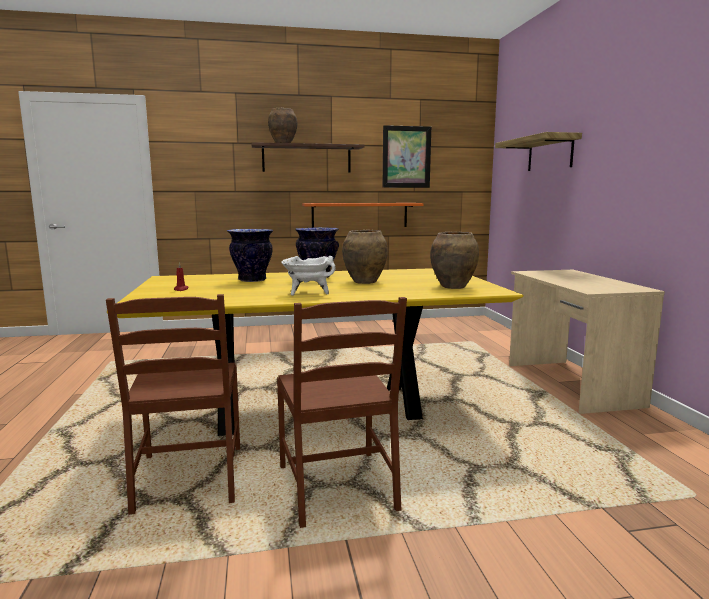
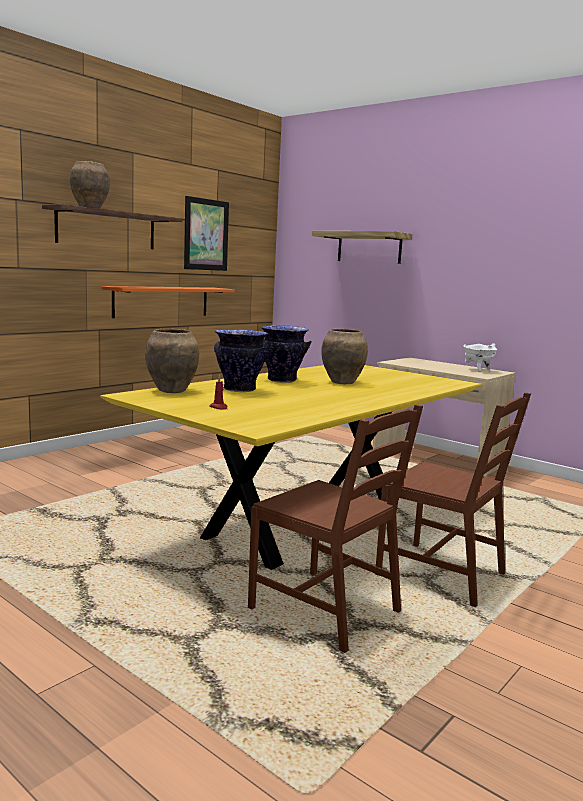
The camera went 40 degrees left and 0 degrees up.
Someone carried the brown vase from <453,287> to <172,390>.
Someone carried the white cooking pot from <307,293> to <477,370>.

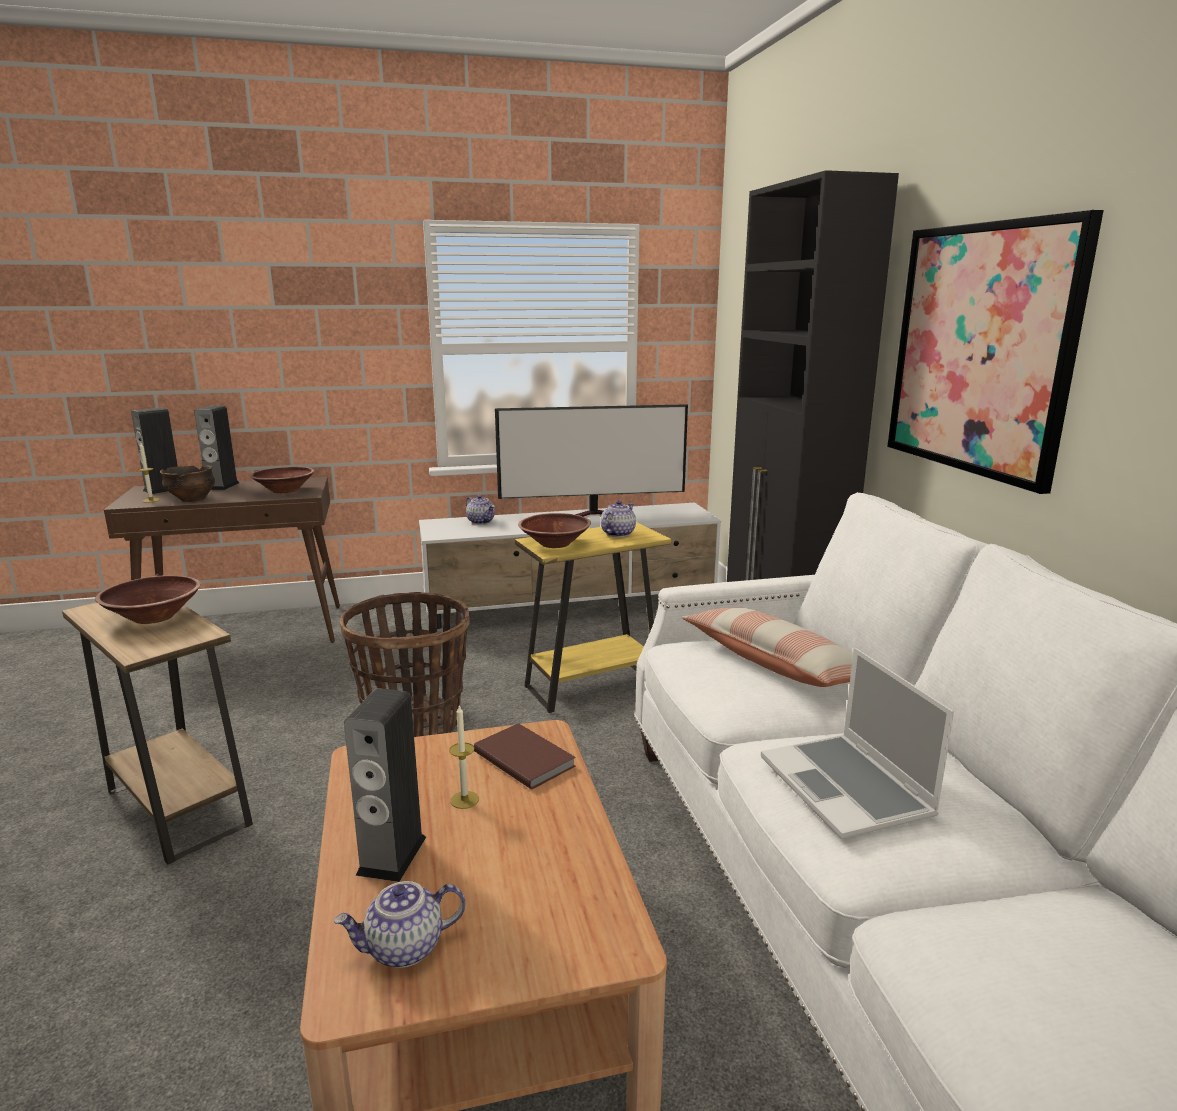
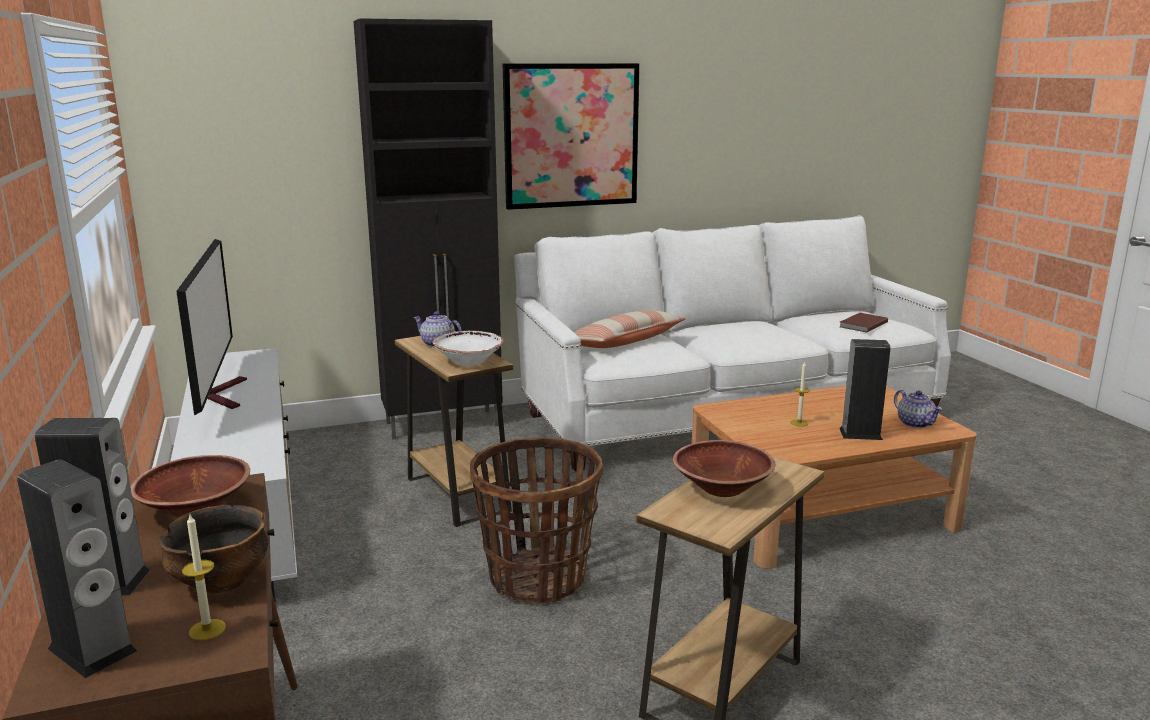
The camera went 95 degrees left and 0 degrees up.
Someone repainted the yellow side table at <592,686>, which became the brown side table at <457,494>.
Someone repainted the brown bowl at <555,544>, which became the white bowl at <468,361>.
Someone carried the brown book from <525,757> to <862,324>.
Someone took away the teapot at <481,521>.
Someone took away the laptop at <847,788>.

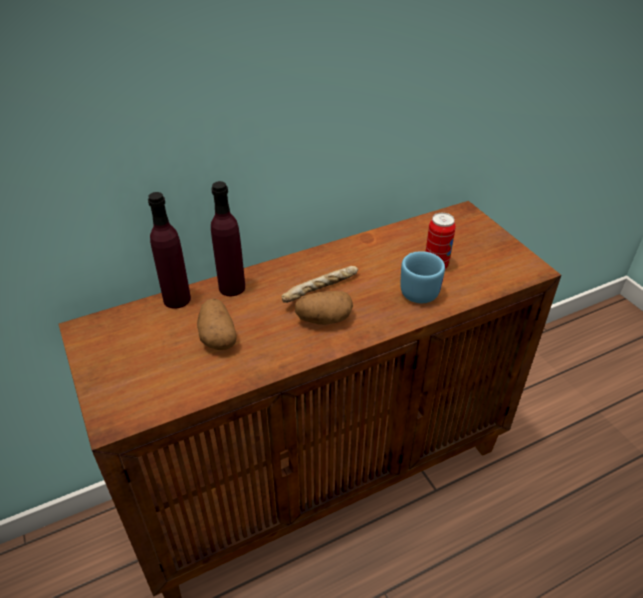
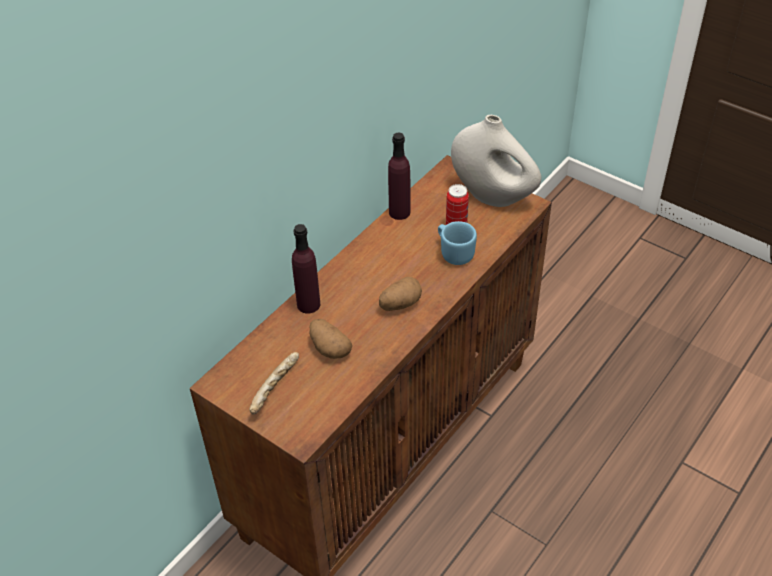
The camera went 25 degrees left and 5 degrees up.
Someone carried the bread from <321,291> to <276,388>.
Someone carried the purple bottle from <177,299> to <399,212>.
Someone put down the white vase at <493,196>.

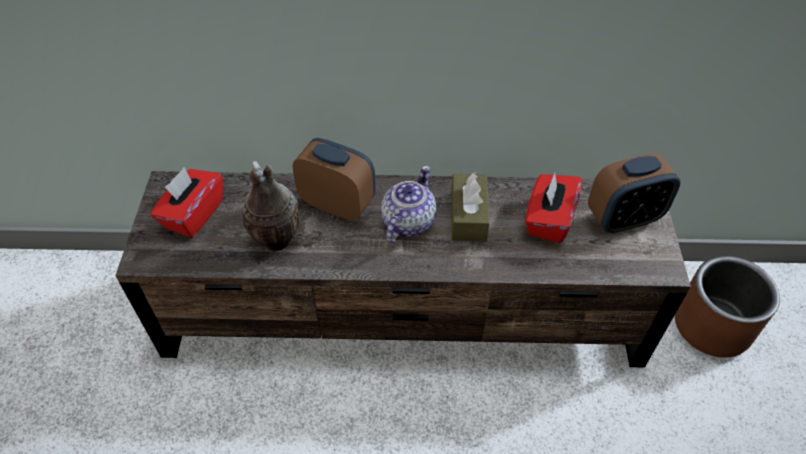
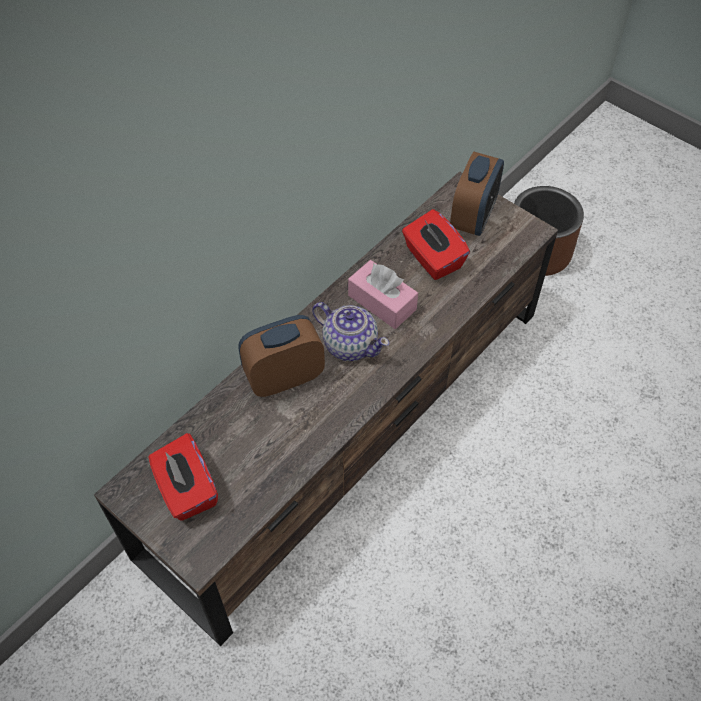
The camera went 50 degrees left and 5 degrees up.
Someone rotated the teapot at <407,222> by 150 degrees clockwise.
Someone repainted the brown tissue box at <468,216>, which became the pink tissue box at <382,302>.
Someone took away the vase at <275,242>.

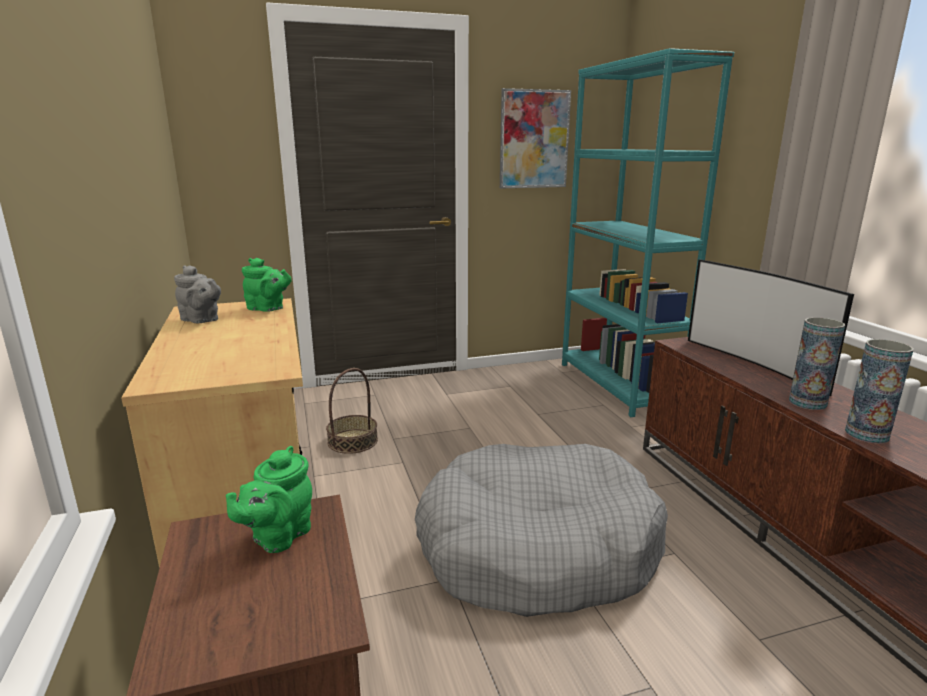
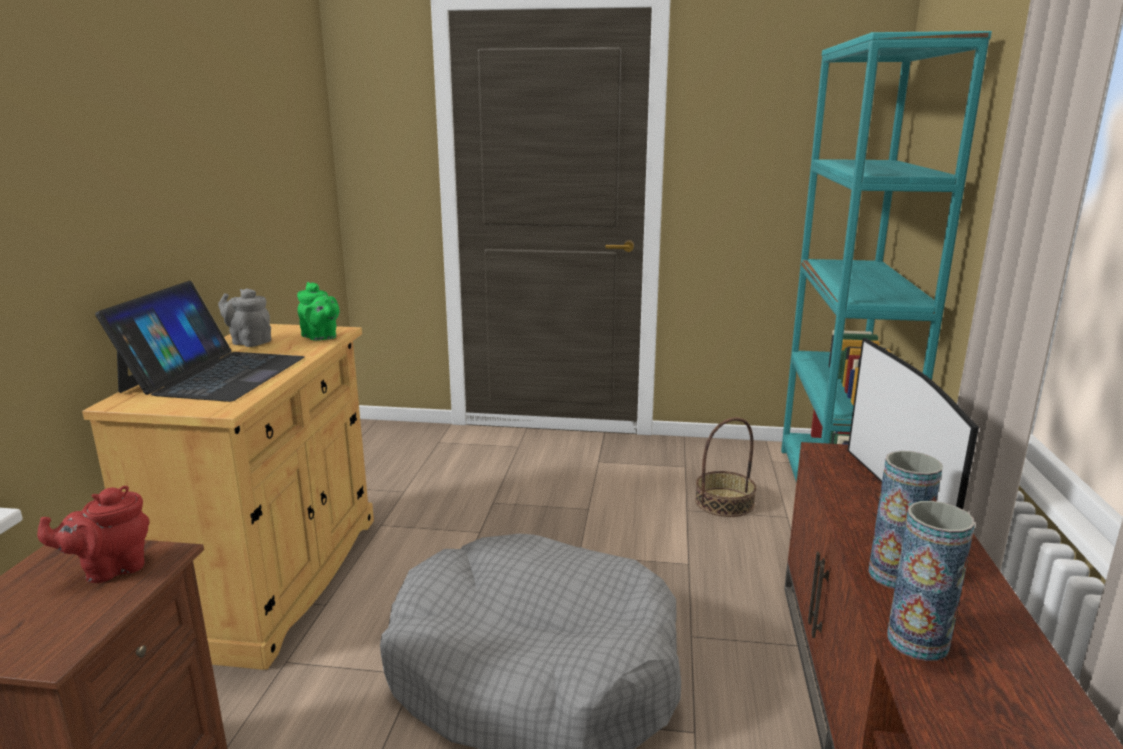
The camera went 25 degrees right and 0 degrees up.
Someone repainted the green teapot at <278,537>, which became the red teapot at <110,569>.
Someone put down the laptop at <214,374>.
Someone rotated the grey teapot at <202,320> by 150 degrees clockwise.
Someone carried the basket from <352,441> to <724,502>.
Someone took away the picture at <534,139>.

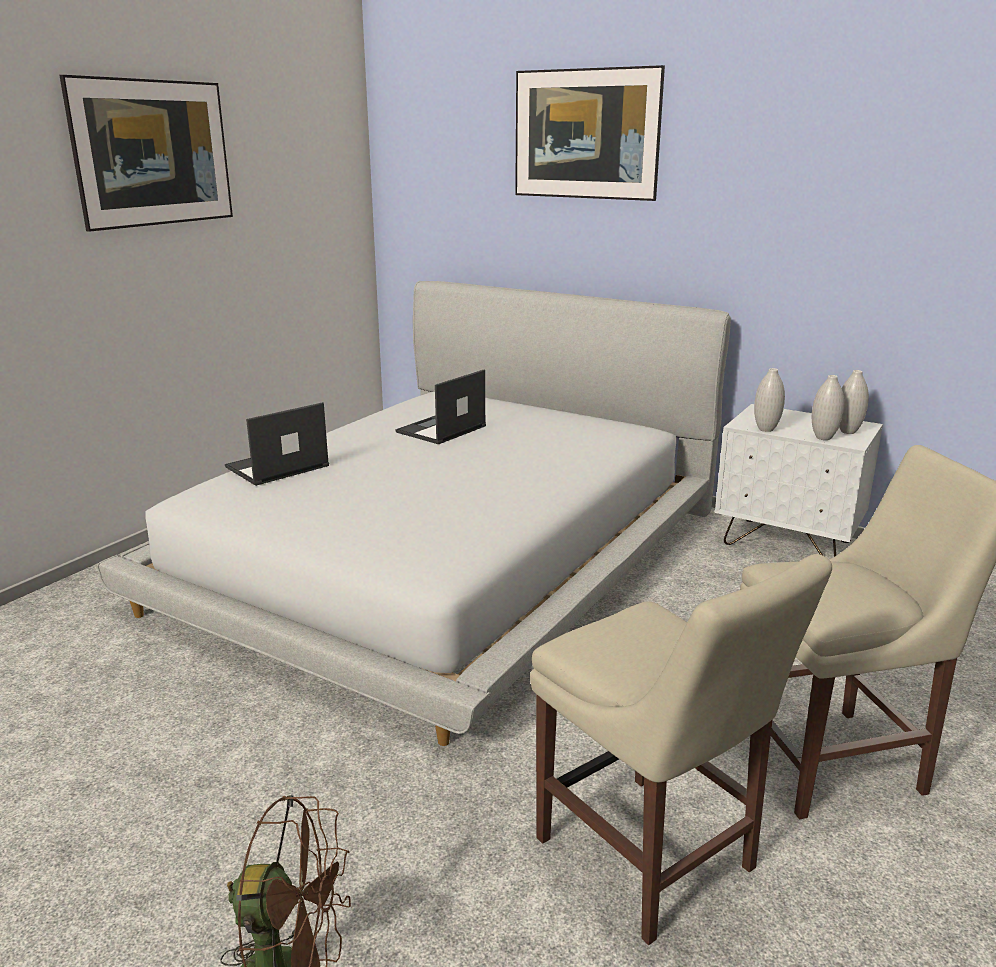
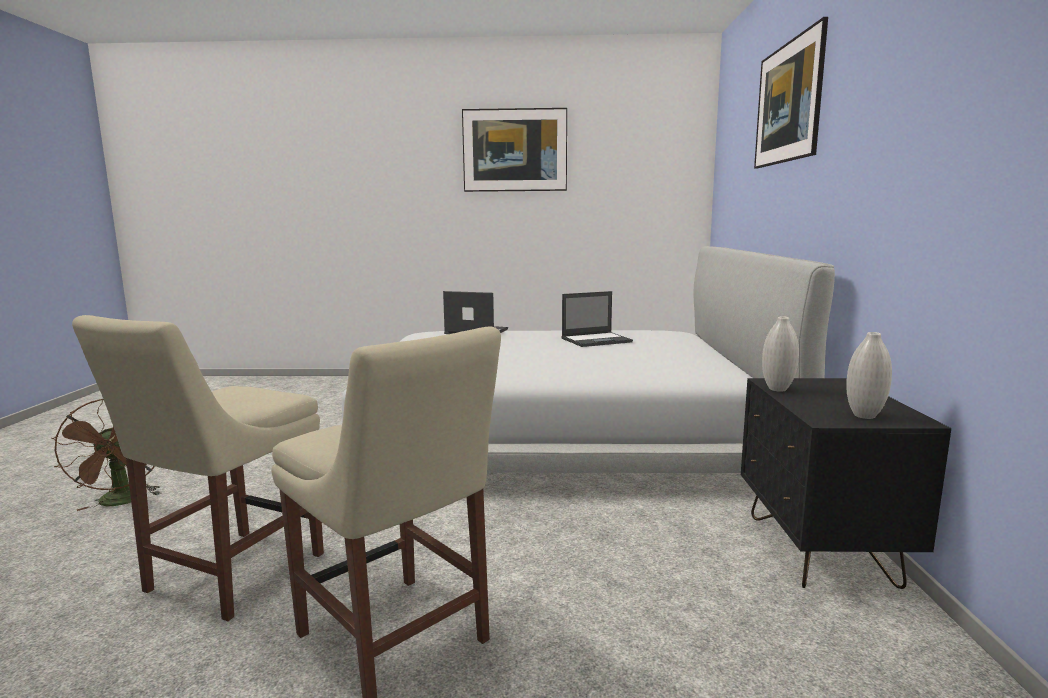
The camera went 60 degrees right and 10 degrees down.
Someone rotated the laptop at <441,429> by 150 degrees clockwise.
Someone repainted the white nightstand at <788,543>, which became the black nightstand at <820,550>.
Someone took away the white vase at <823,438>.

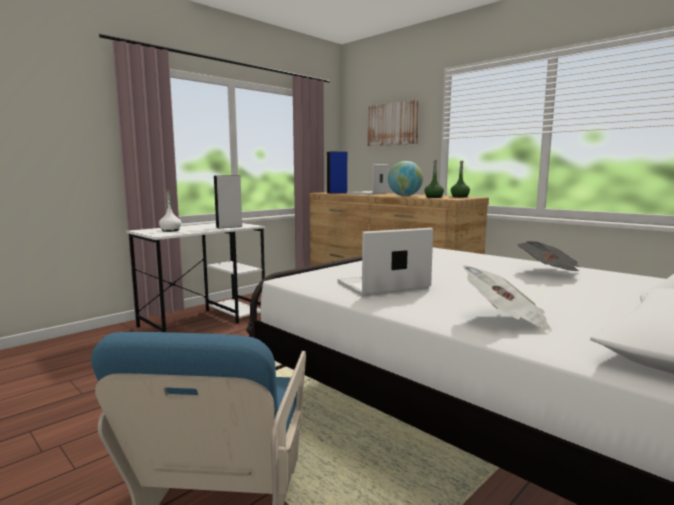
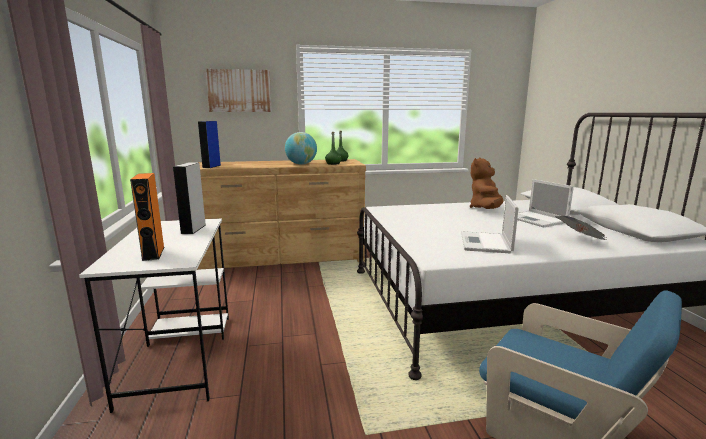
The camera went 55 degrees left and 5 degrees up.
Someone swapped the white bottle at <170,230> for the orange speaker at <153,253>.
Someone swapped the newspaper at <549,273> for the brown plush toy at <486,209>.
Someone carried the laptop from <367,193> to <537,219>.

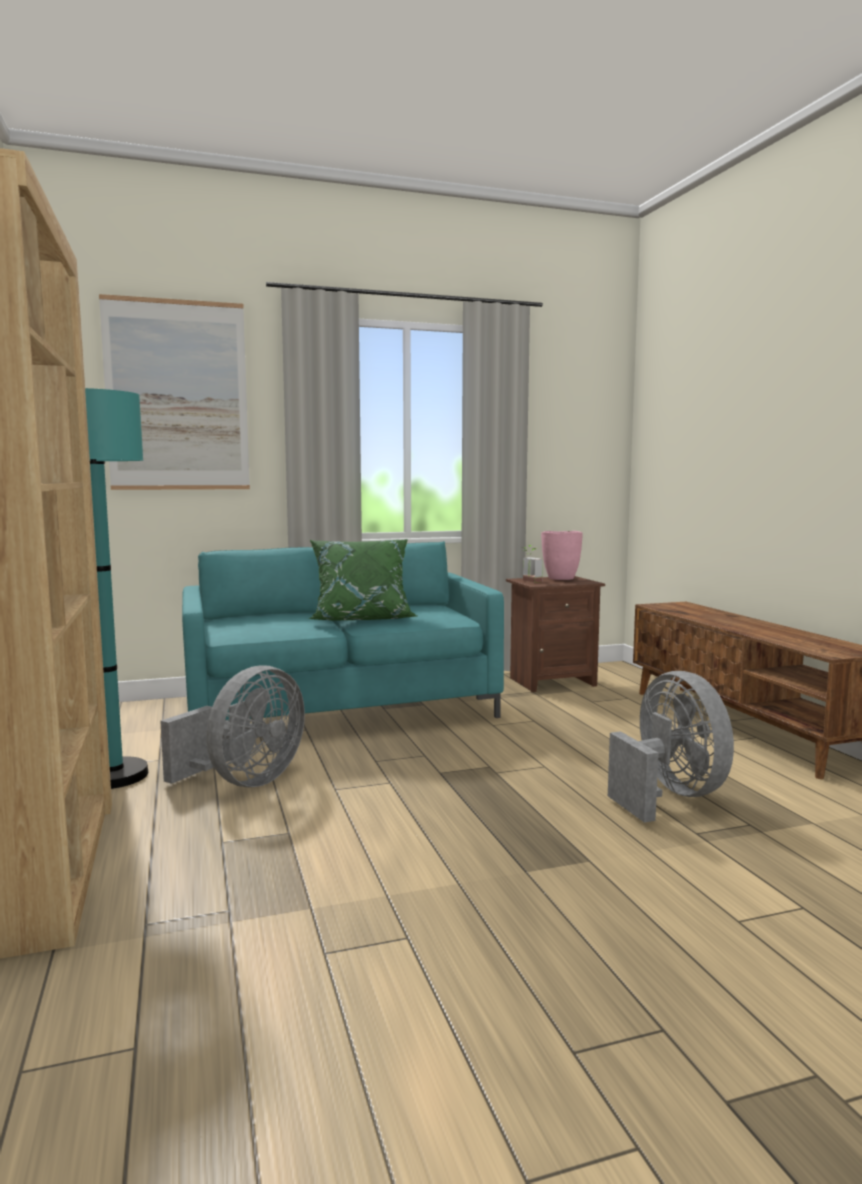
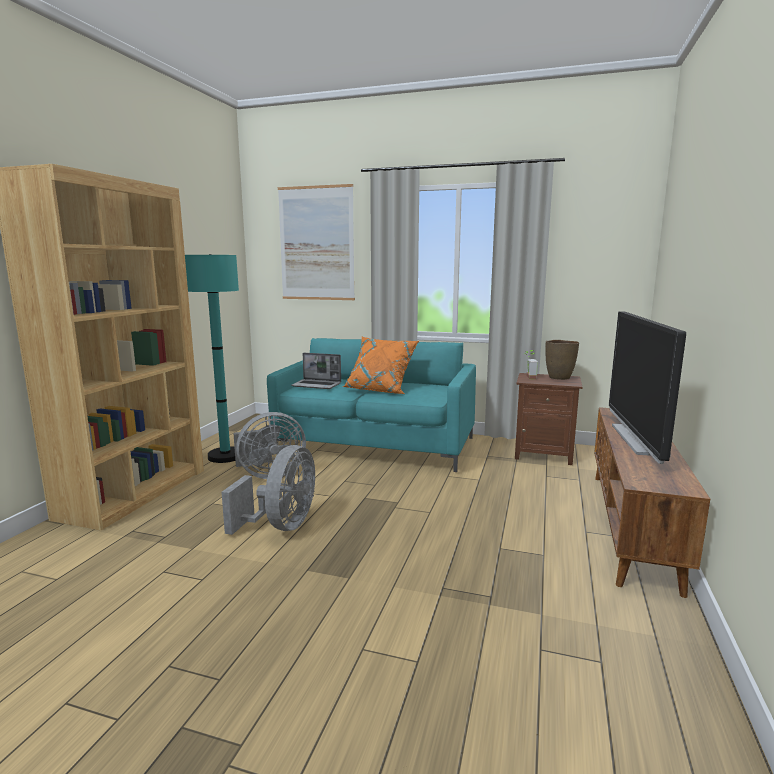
The camera went 35 degrees right and 5 degrees up.
Someone carried the grey fan from <669,796> to <282,526>.
Someone put down the laptop at <317,385>.
Someone repainted the green pillow at <362,618>, which became the orange pillow at <380,390>.
Someone repainted the pink vase at <560,578>, which became the brown vase at <559,378>.
Someone put down the television at <638,439>.

